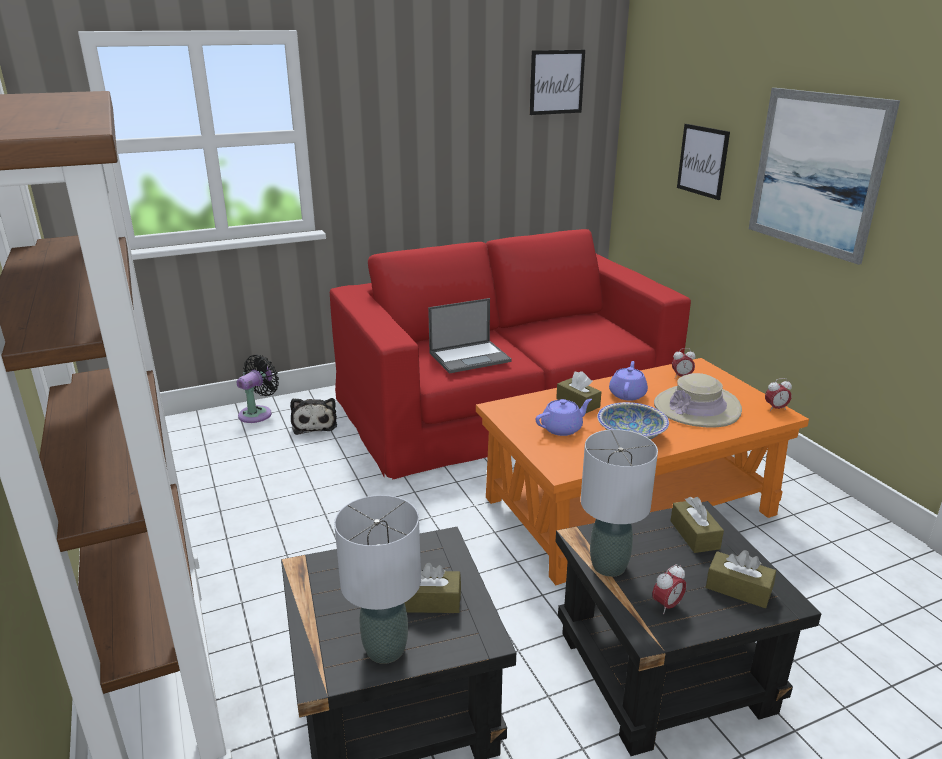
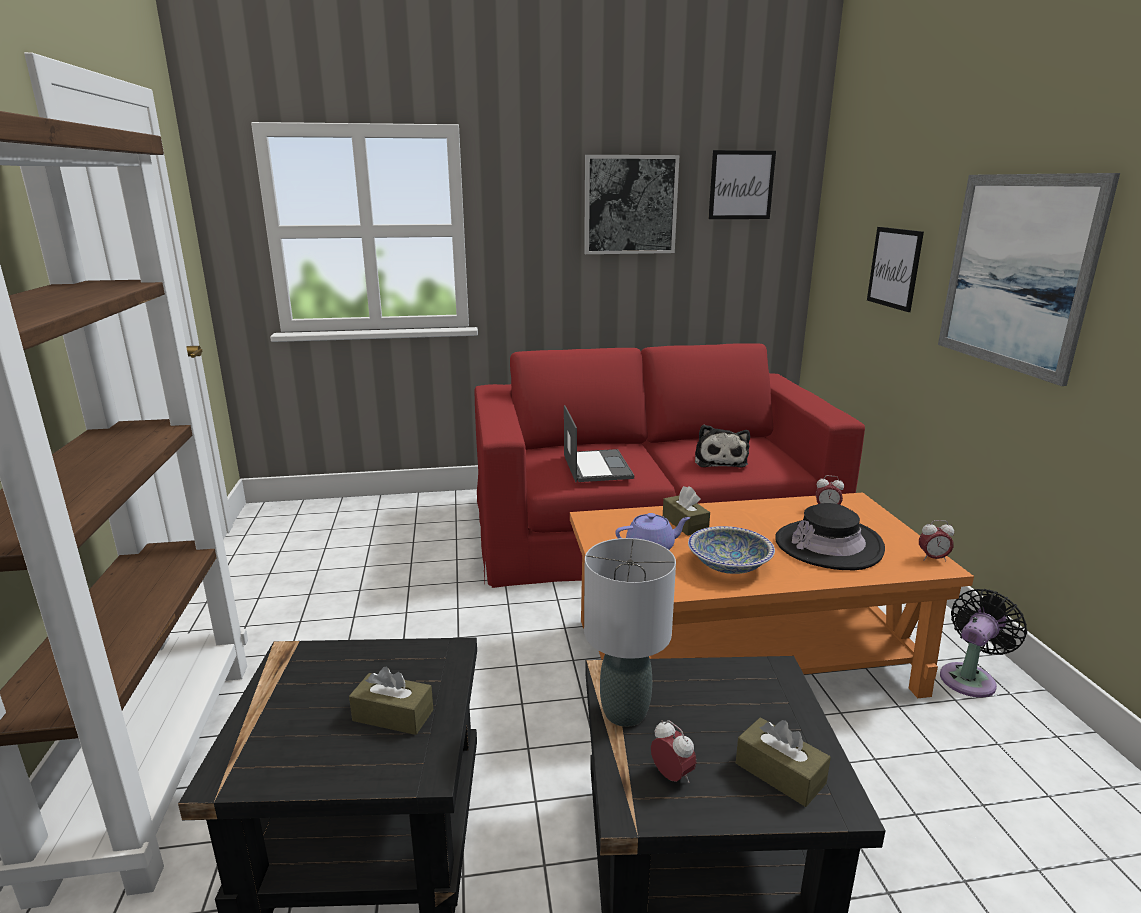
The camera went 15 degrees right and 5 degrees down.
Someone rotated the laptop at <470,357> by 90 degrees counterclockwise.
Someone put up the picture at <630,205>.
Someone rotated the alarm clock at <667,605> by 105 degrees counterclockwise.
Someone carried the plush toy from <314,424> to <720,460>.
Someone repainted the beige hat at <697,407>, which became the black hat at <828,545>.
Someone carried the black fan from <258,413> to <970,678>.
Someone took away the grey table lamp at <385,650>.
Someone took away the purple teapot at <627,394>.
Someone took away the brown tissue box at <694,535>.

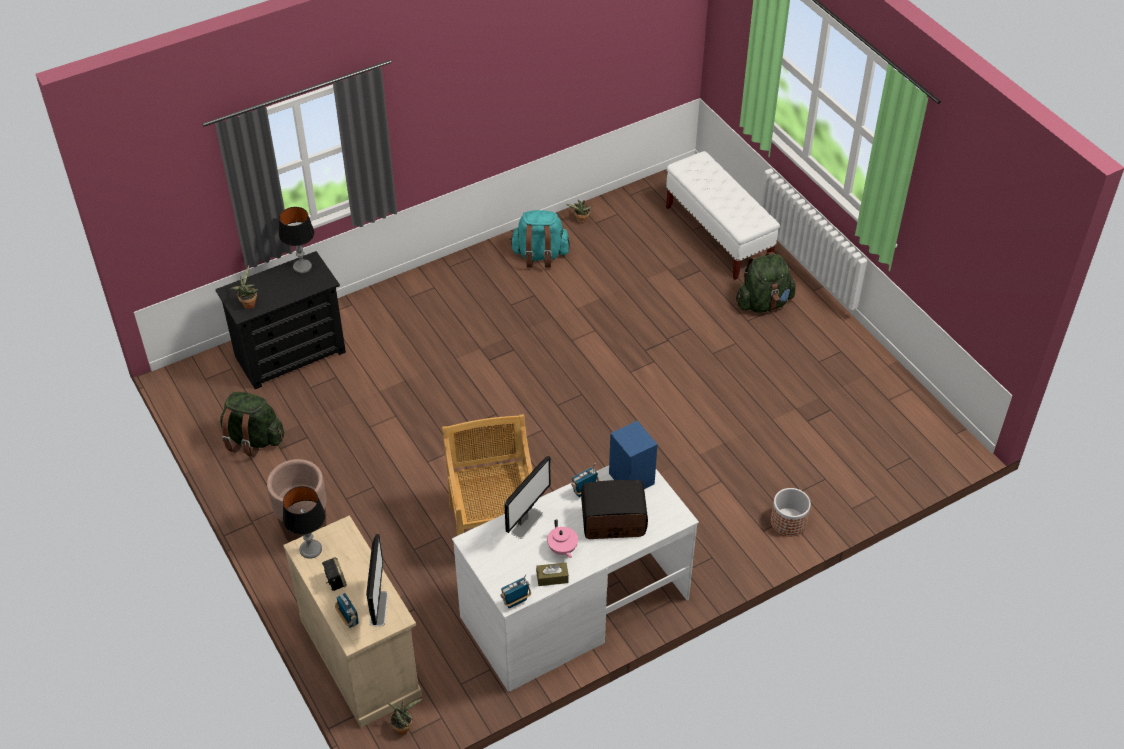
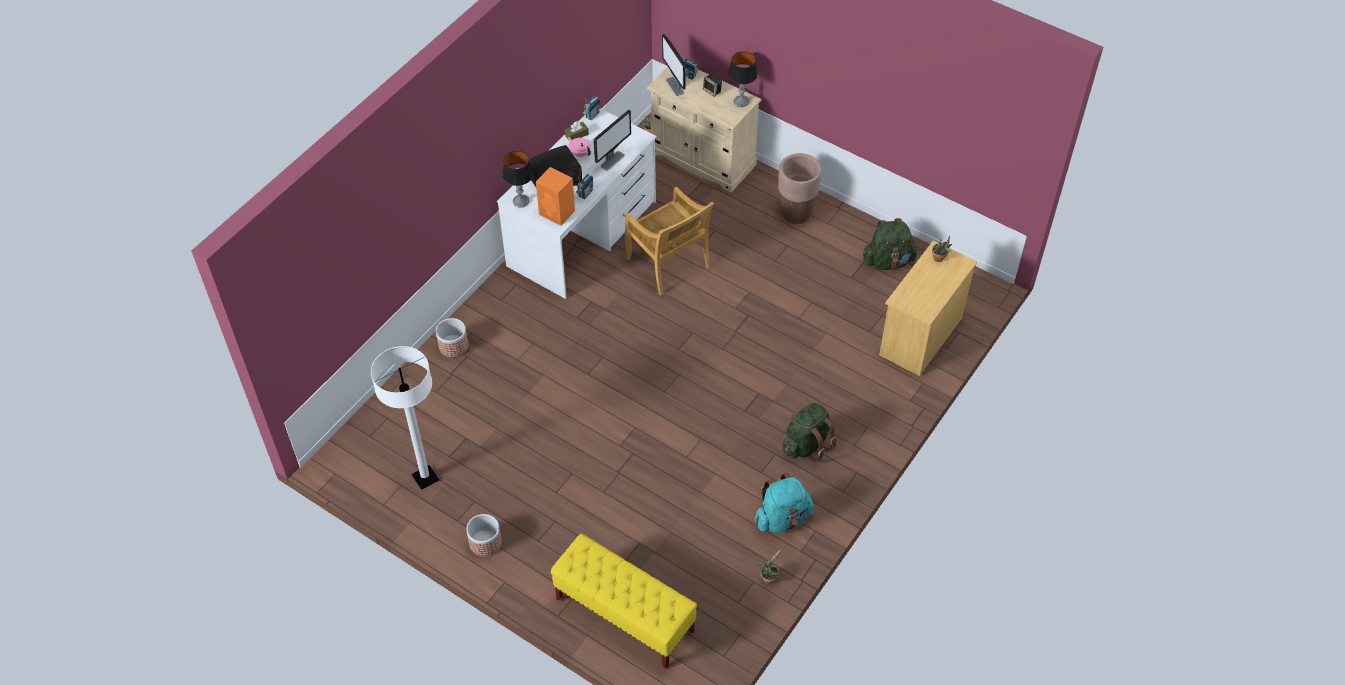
The camera went 155 degrees right and 5 degrees up.
Someone put down the white floor lamp at <425,478>.
Someone put down the planter at <485,542>.
Someone carried the table lamp from <302,267> to <521,201>.
Someone repainted the blue speaker at <631,478>, which became the orange speaker at <557,213>.
Someone repainted the white bench at <718,235>, which became the yellow bench at <624,615>.
Someone rotated the monitor at <527,523> by 150 degrees counterclockwise.
Someone carried the green backpack from <764,303> to <807,445>.
Someone repainted the black dresser at <291,354>, which became the beige dresser at <920,336>.

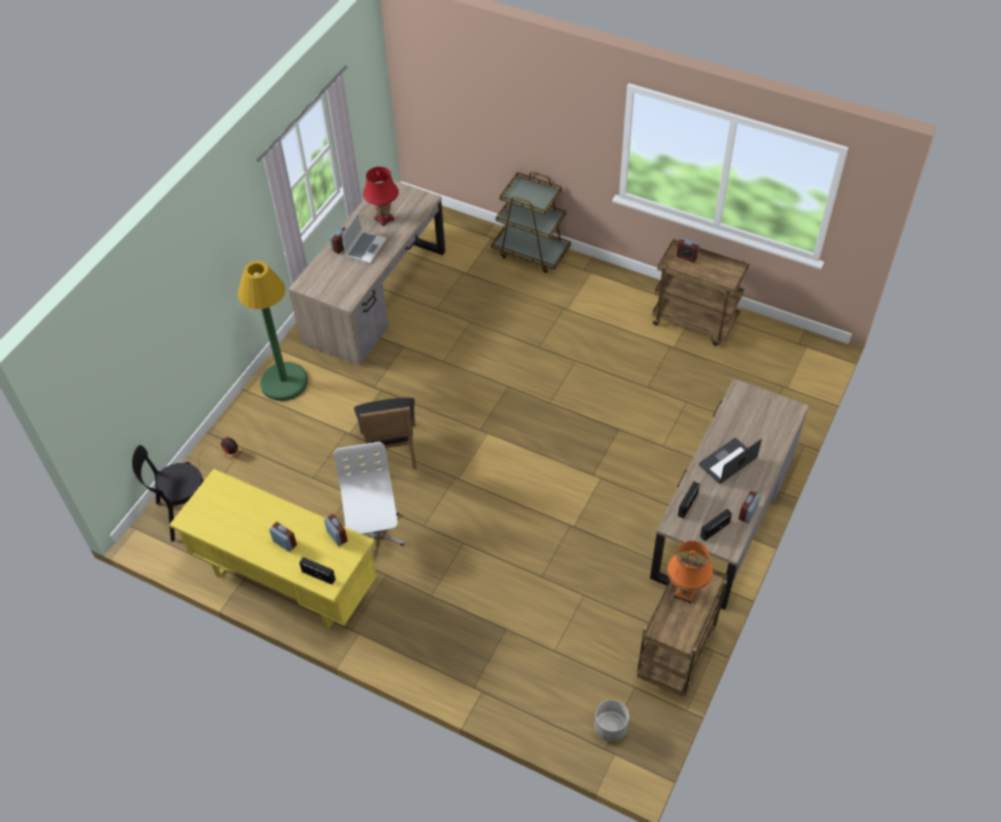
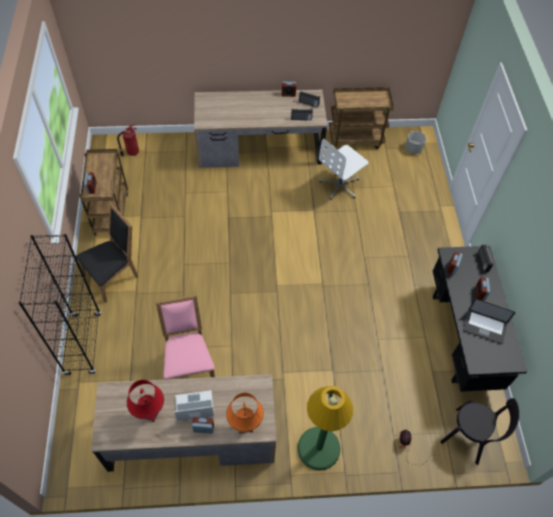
The camera went 125 degrees left and 5 degrees up.
Someone swapped the brown cart at <531,252> for the black bookcase at <83,344>.
Someone carried the black chair from <391,453> to <114,275>.
Someone put down the fire extinguisher at <132,152>.
Someone put down the pink chair at <189,364>.
Someone carried the orange table lamp from <685,593> to <245,425>.
Someone carried the white office chair from <373,534> to <340,185>.
Someone repainted the yellow desk at <285,581>, which became the black desk at <461,337>.
Someone carried the laptop from <727,462> to <484,327>.

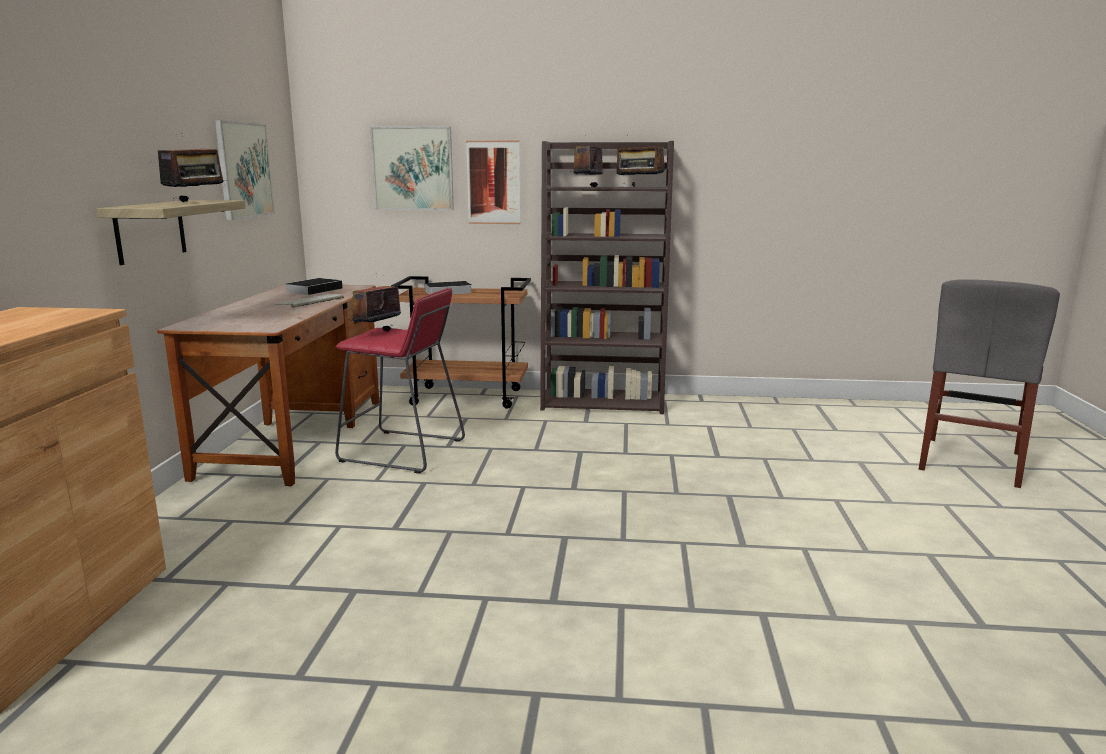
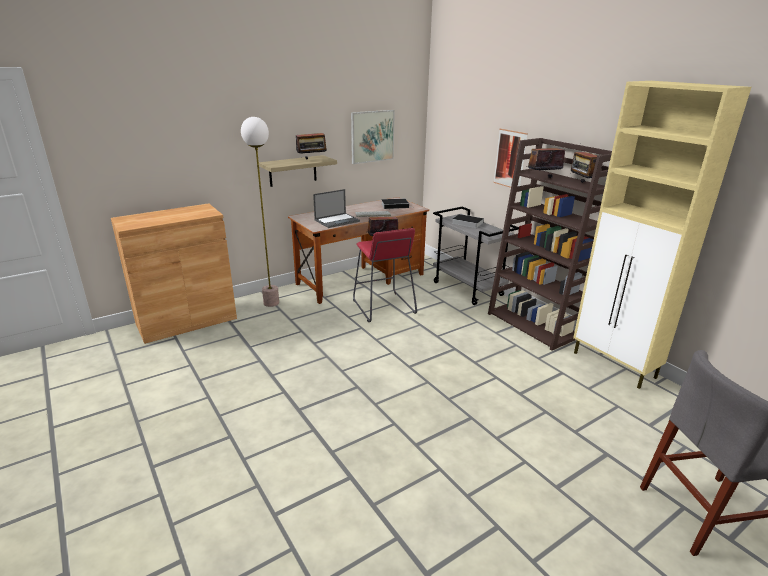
The camera went 50 degrees right and 10 degrees up.
Someone put down the floor lamp at <271,303>.
Someone put down the laptop at <337,220>.
Someone repainted the brown cart at <468,397>, which became the grey cart at <468,289>.
Someone put down the beige cabinet at <614,365>.
Someone took away the picture at <413,168>.

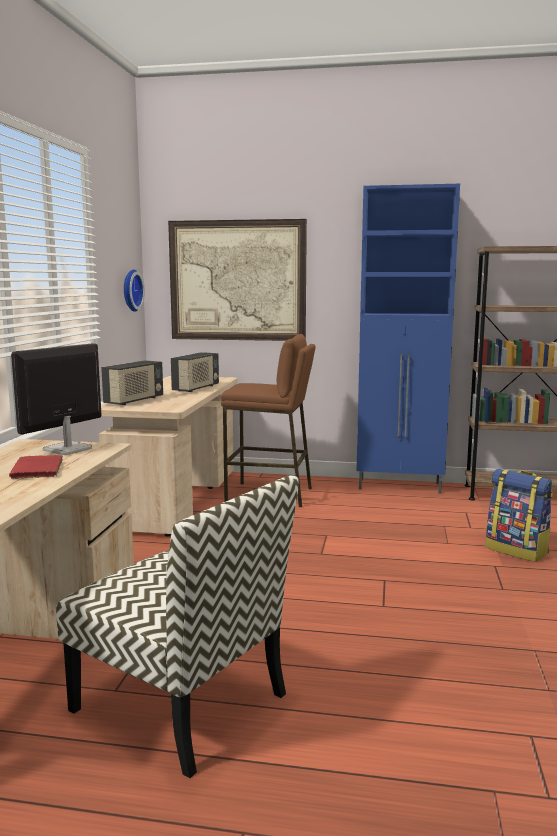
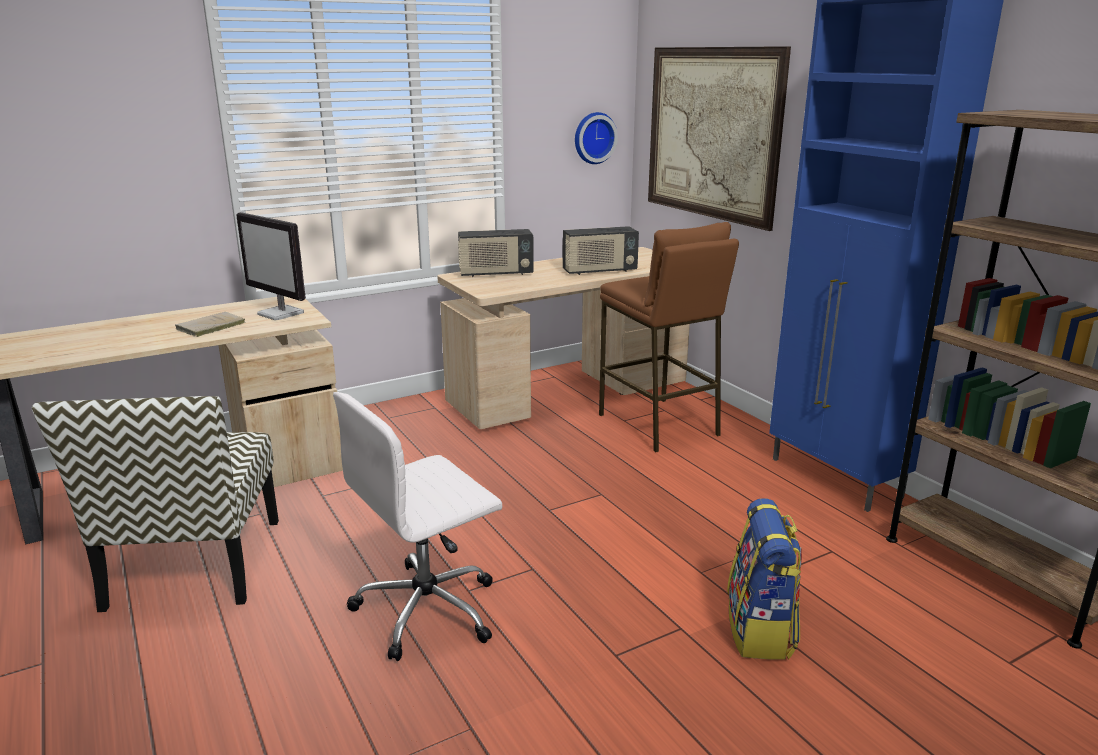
The camera went 50 degrees right and 10 degrees up.
Someone repainted the red book at <37,470>, which became the beige book at <209,327>.
Someone rotated the monitor at <67,449> by 135 degrees counterclockwise.
Someone put down the white office chair at <429,609>.

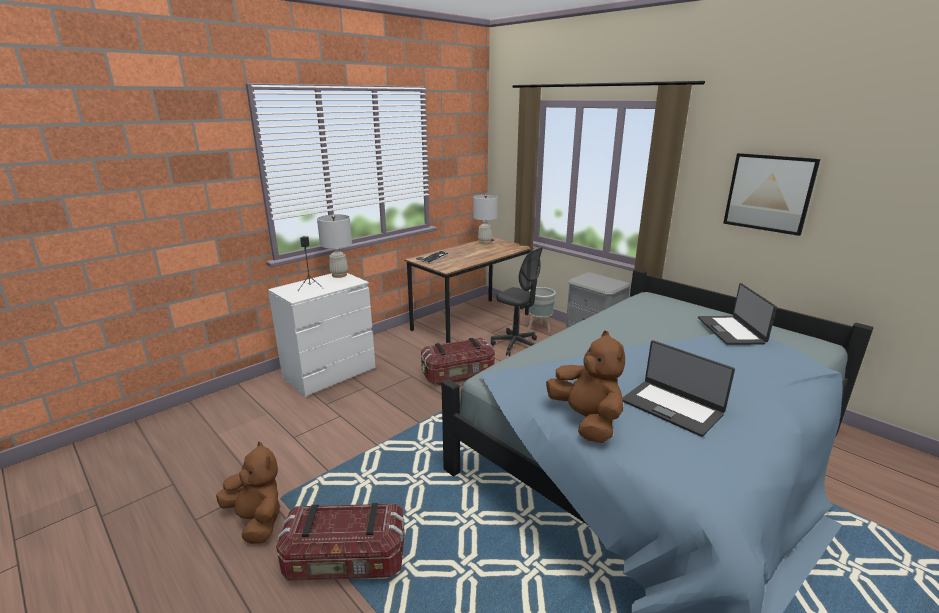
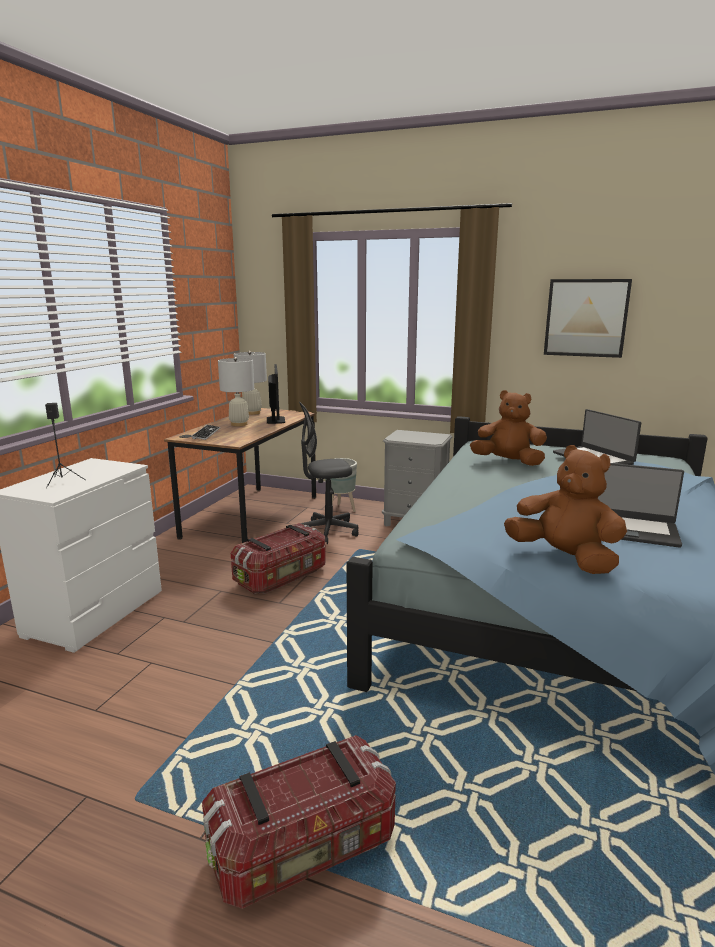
The camera went 25 degrees left and 5 degrees down.
Someone carried the white table lamp from <339,275> to <239,424>.
Someone put down the monitor at <275,420>.
Someone rotated the grey office chair at <516,345> by 150 degrees clockwise.
Someone carried the brown plush toy from <257,520> to <508,462>.

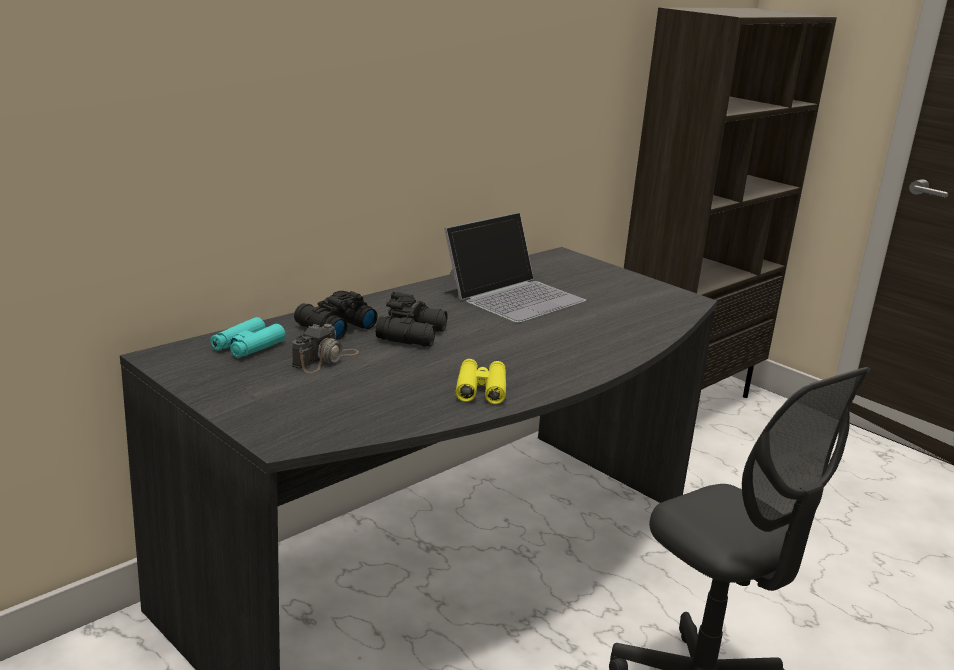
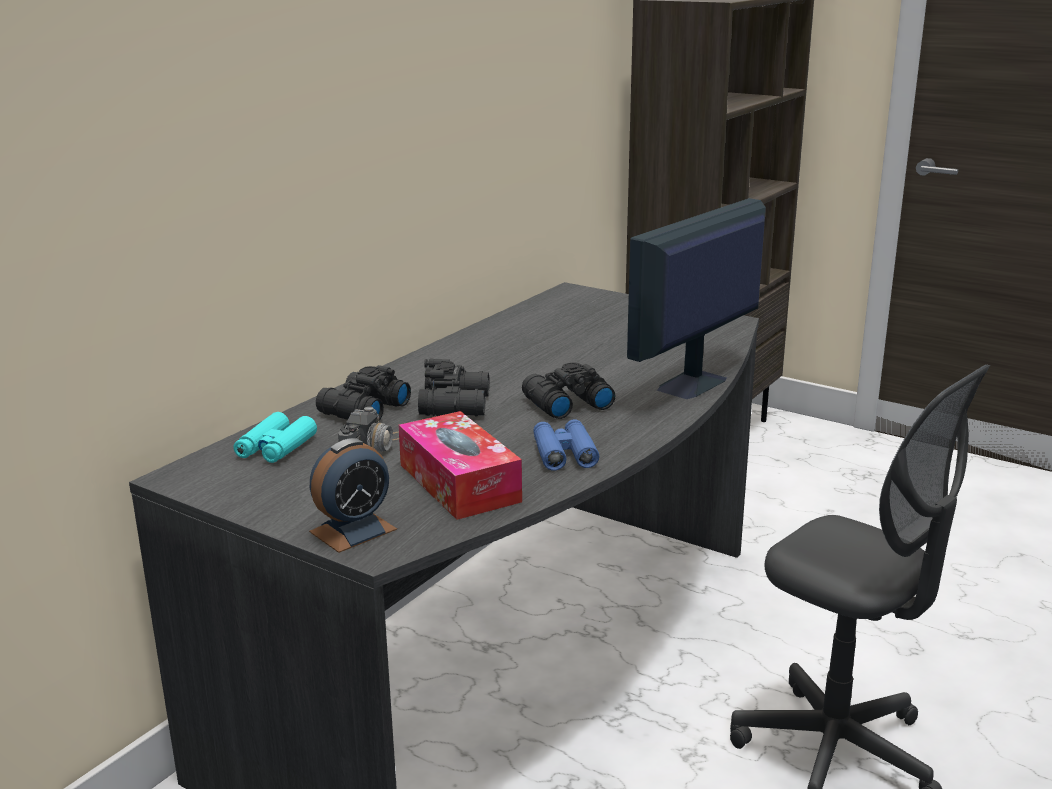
The camera went 10 degrees left and 0 degrees up.
Someone put down the alarm clock at <353,530>.
Someone put down the tissue box at <459,483>.
Someone put down the black binoculars at <565,403>.
Someone repainted the yellow binoculars at <481,389>, which became the blue binoculars at <564,453>.
Someone put down the monitor at <691,384>.
Someone took away the laptop at <514,295>.

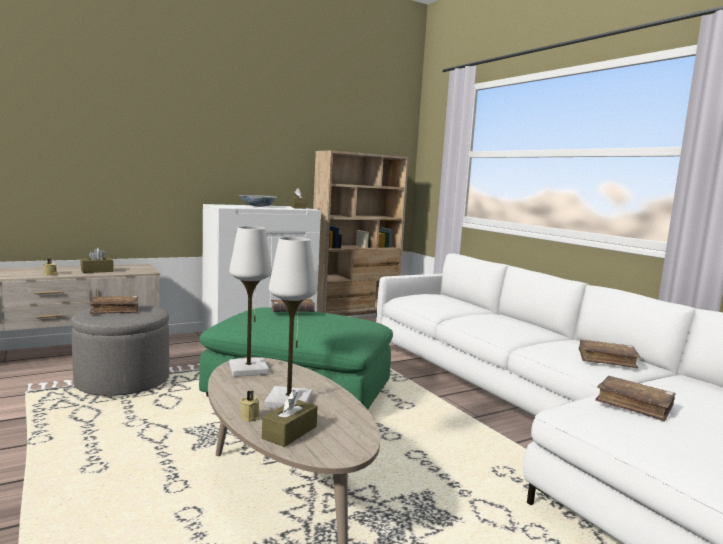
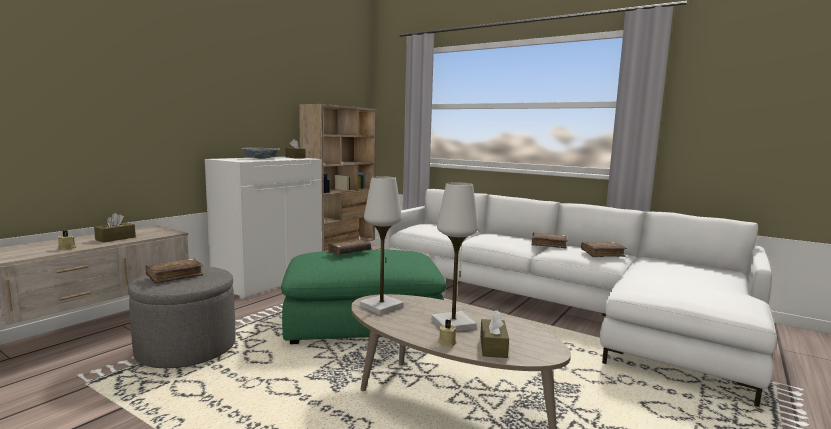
The camera went 25 degrees left and 0 degrees up.
Someone carried the brown book from <634,405> to <548,244>.

